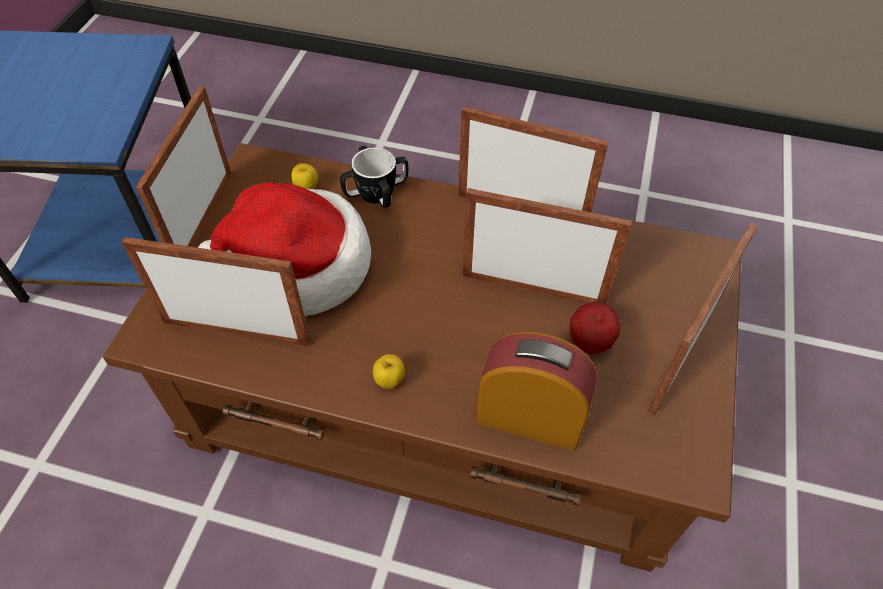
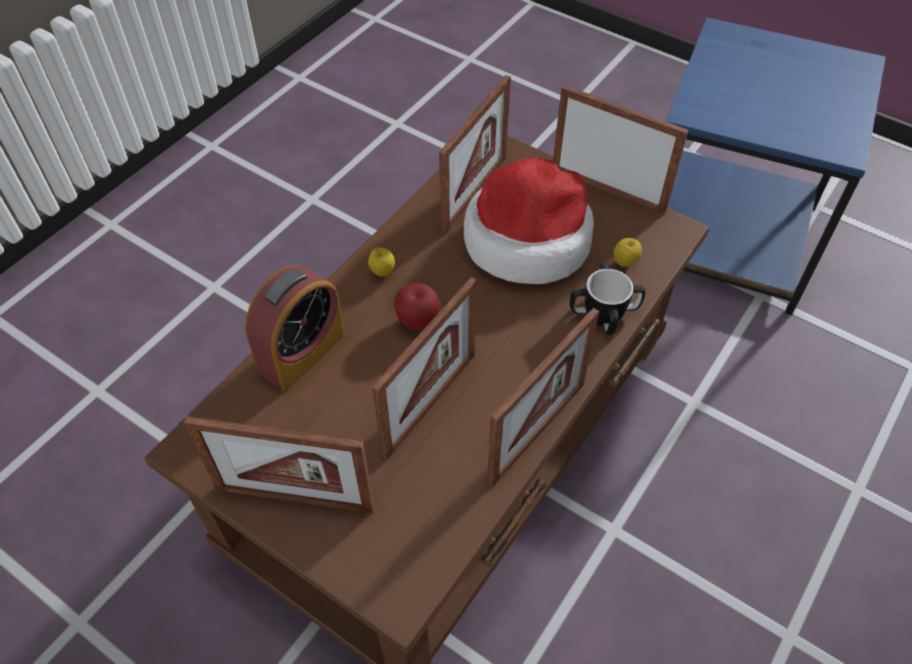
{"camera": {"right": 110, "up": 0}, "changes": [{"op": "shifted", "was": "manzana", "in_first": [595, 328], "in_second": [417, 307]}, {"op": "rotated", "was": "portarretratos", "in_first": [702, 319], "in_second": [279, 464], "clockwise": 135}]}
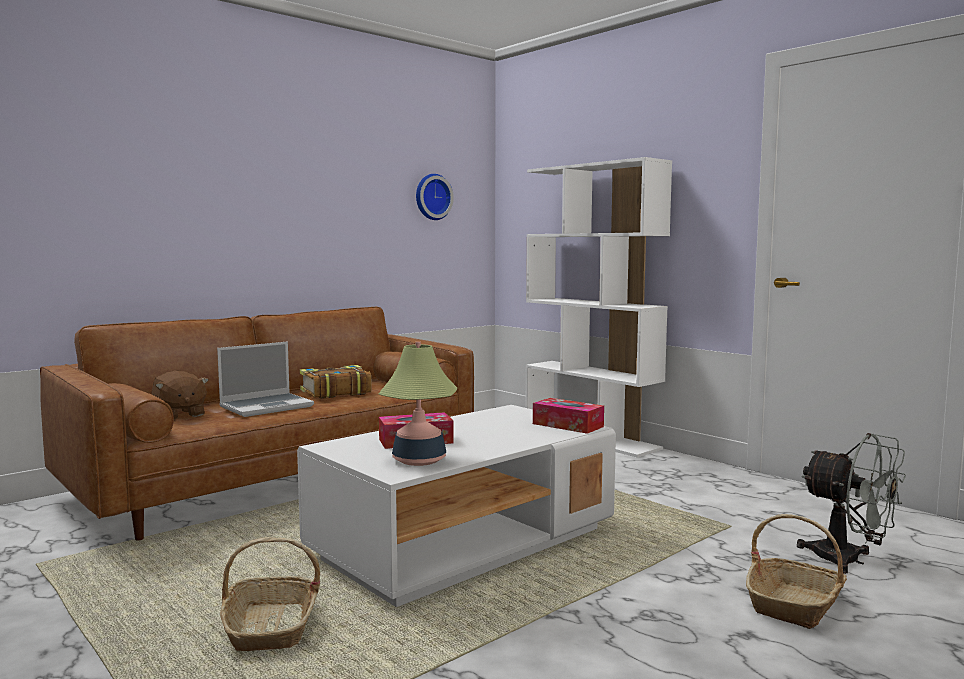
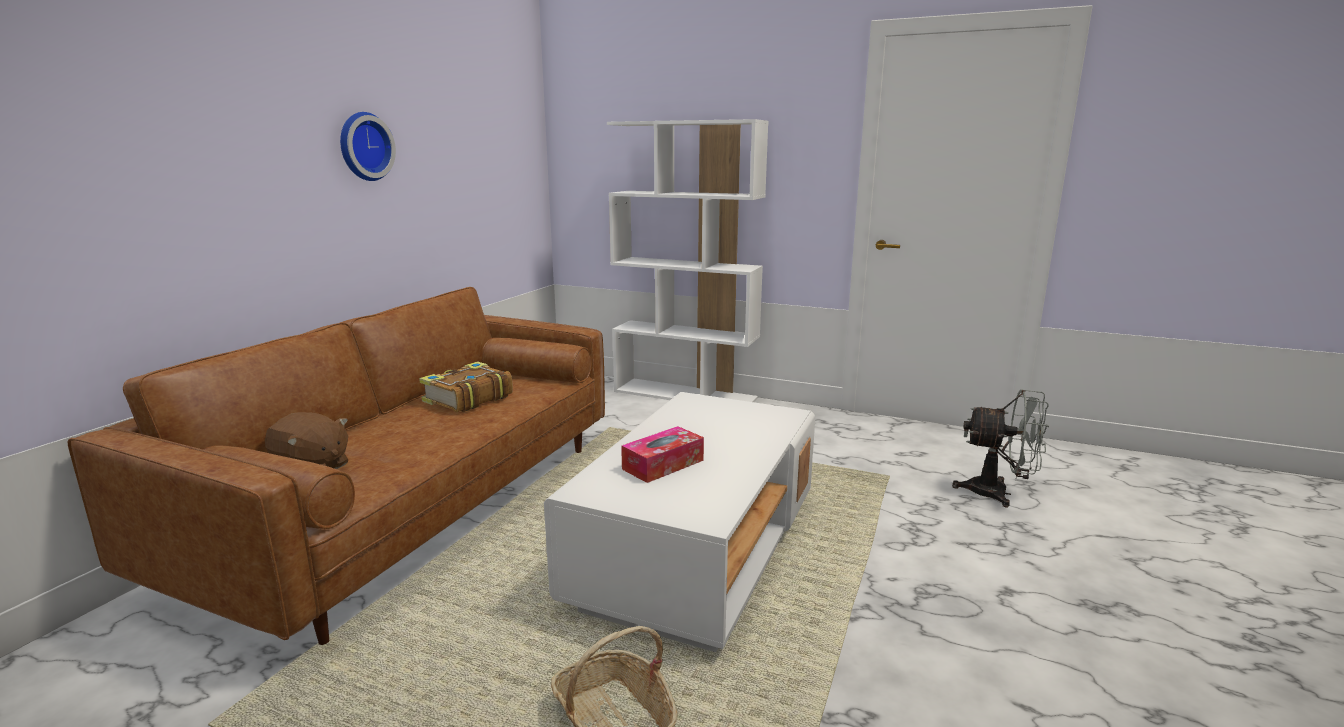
{"camera": {"right": -25, "up": 10}, "changes": [{"op": "gone", "was": "portátil", "in_first": [265, 379]}, {"op": "gone", "was": "lámpara de mesa", "in_first": [417, 404]}, {"op": "gone", "was": "caja de pañuelos", "in_first": [568, 416]}, {"op": "gone", "was": "cesta", "in_first": [796, 571]}, {"op": "shifted", "was": "reloj de pared", "in_first": [435, 197], "in_second": [368, 146]}]}
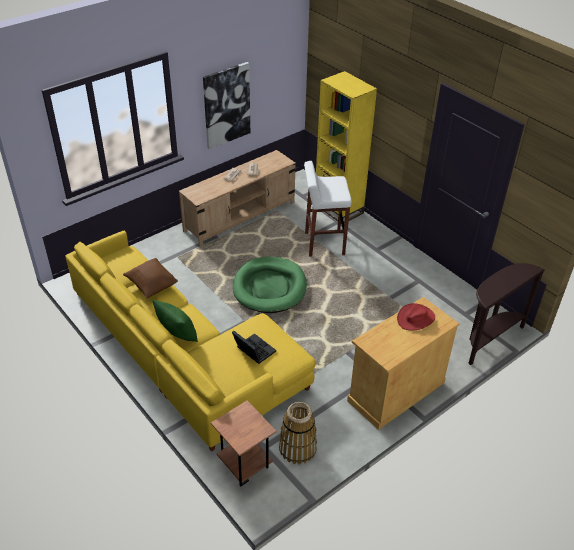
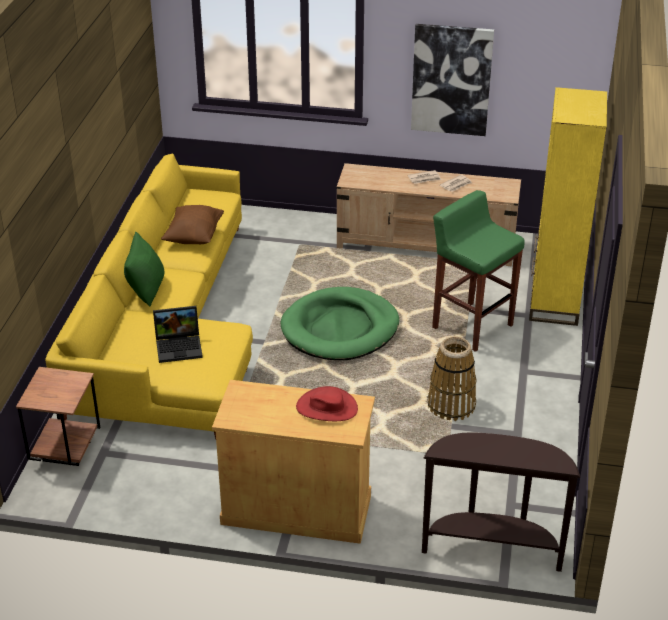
{"camera": {"right": 50, "up": -5}, "changes": [{"op": "shifted", "was": "cesta", "in_first": [298, 433], "in_second": [451, 379]}, {"op": "repainted", "was": "taburete [blanco]", "now": "taburete [verde]", "in_first": [328, 209], "in_second": [478, 271]}, {"op": "rotated", "was": "portátil", "in_first": [254, 347], "in_second": [178, 334], "clockwise": 75}]}
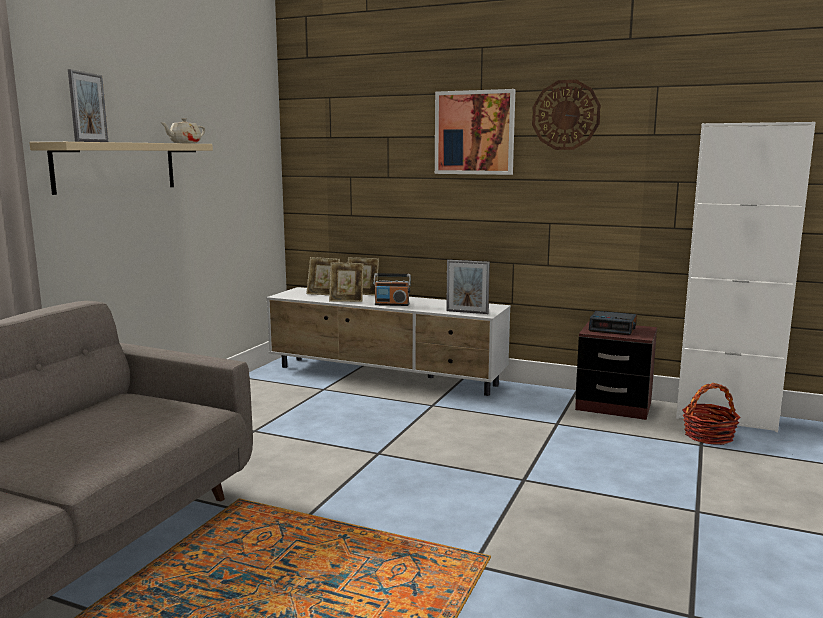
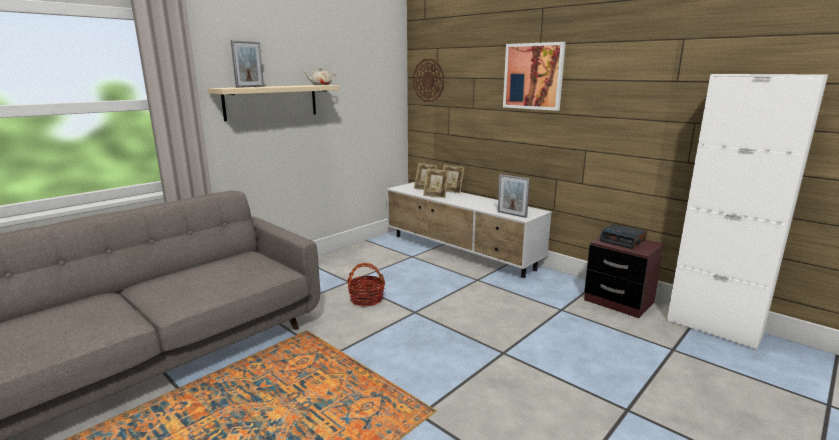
{"camera": {"right": 20, "up": 5}, "changes": [{"op": "gone", "was": "radio", "in_first": [392, 289]}, {"op": "shifted", "was": "reloj de pared", "in_first": [566, 115], "in_second": [428, 80]}, {"op": "shifted", "was": "cesta", "in_first": [711, 414], "in_second": [366, 285]}]}
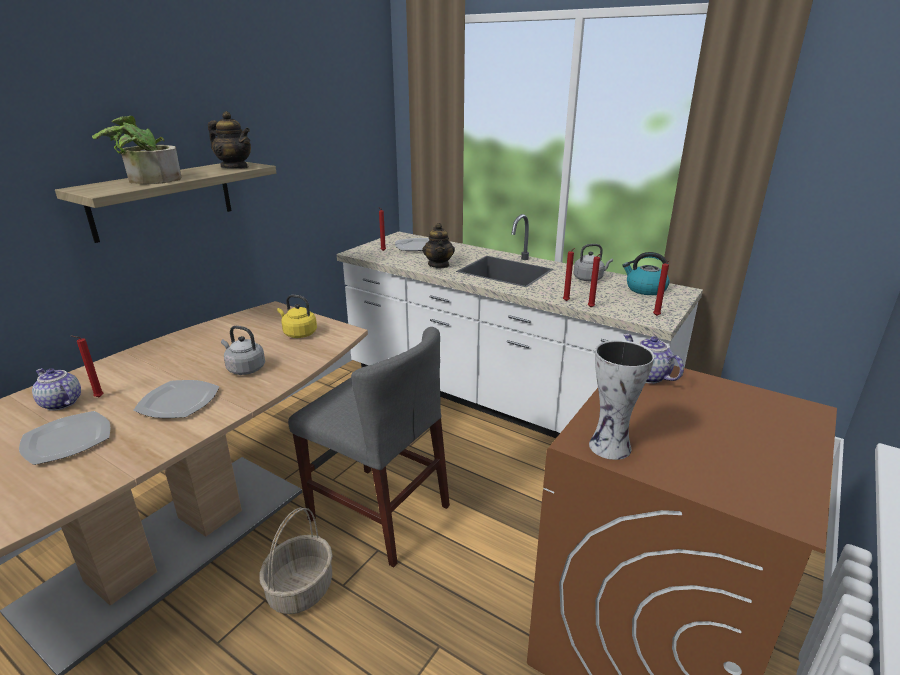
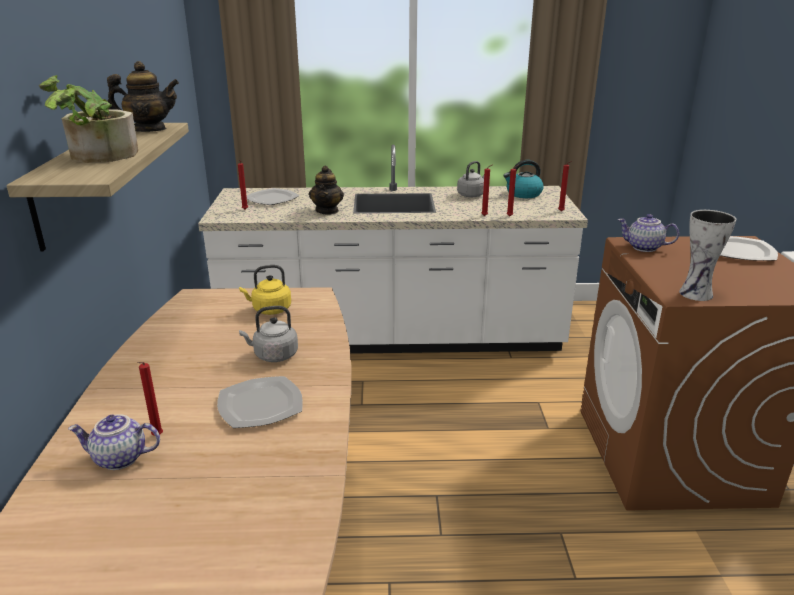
{"camera": {"right": -35, "up": 0}, "changes": [{"op": "gone", "was": "cesta", "in_first": [296, 561]}, {"op": "gone", "was": "silla [gris]", "in_first": [369, 447]}, {"op": "shifted", "was": "plato", "in_first": [64, 438], "in_second": [749, 248]}, {"op": "rotated", "was": "tetera", "in_first": [438, 245], "in_second": [326, 190], "clockwise": 45}]}
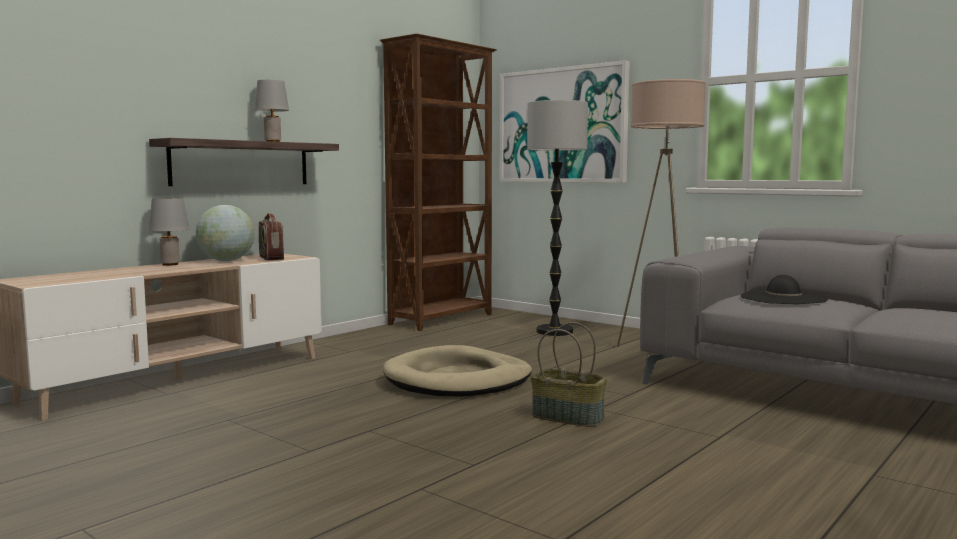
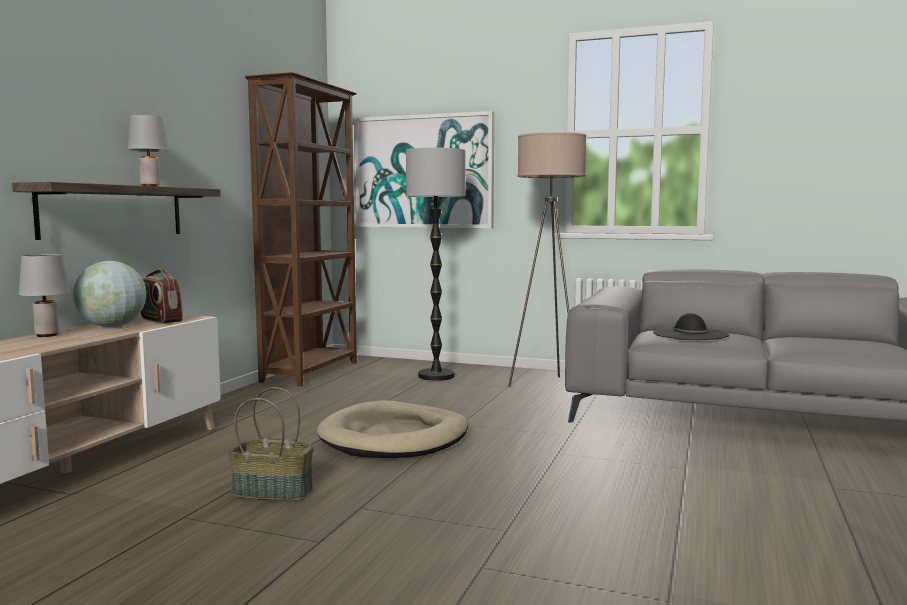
{"camera": {"right": -20, "up": 0}, "changes": [{"op": "shifted", "was": "cesta", "in_first": [569, 374], "in_second": [270, 444]}]}
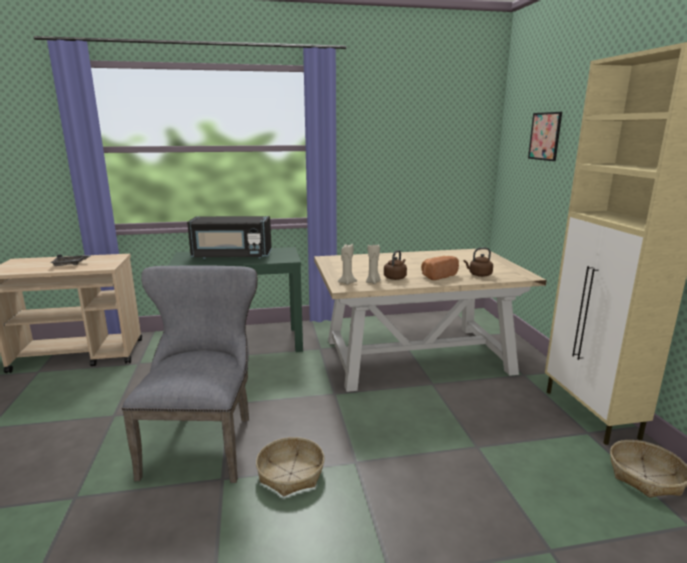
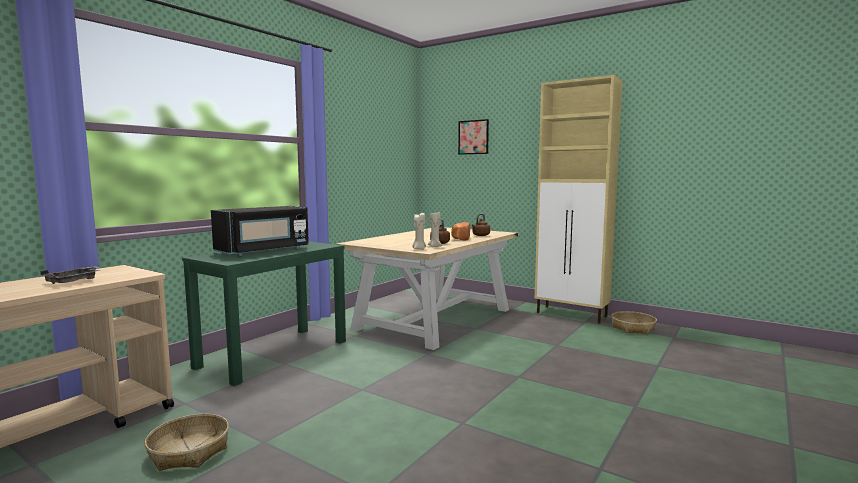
{"camera": {"right": -45, "up": -10}, "changes": [{"op": "gone", "was": "silla [gris]", "in_first": [190, 374]}, {"op": "shifted", "was": "cesta", "in_first": [290, 466], "in_second": [186, 442]}]}
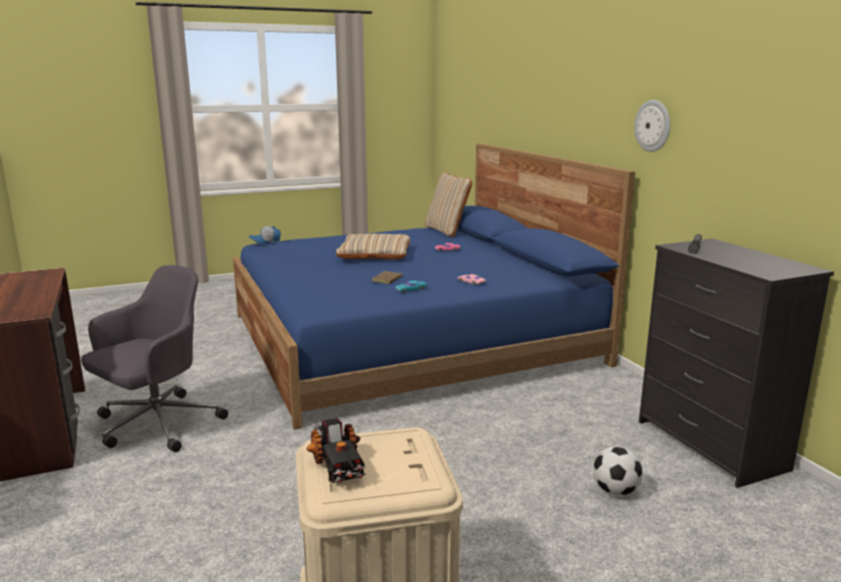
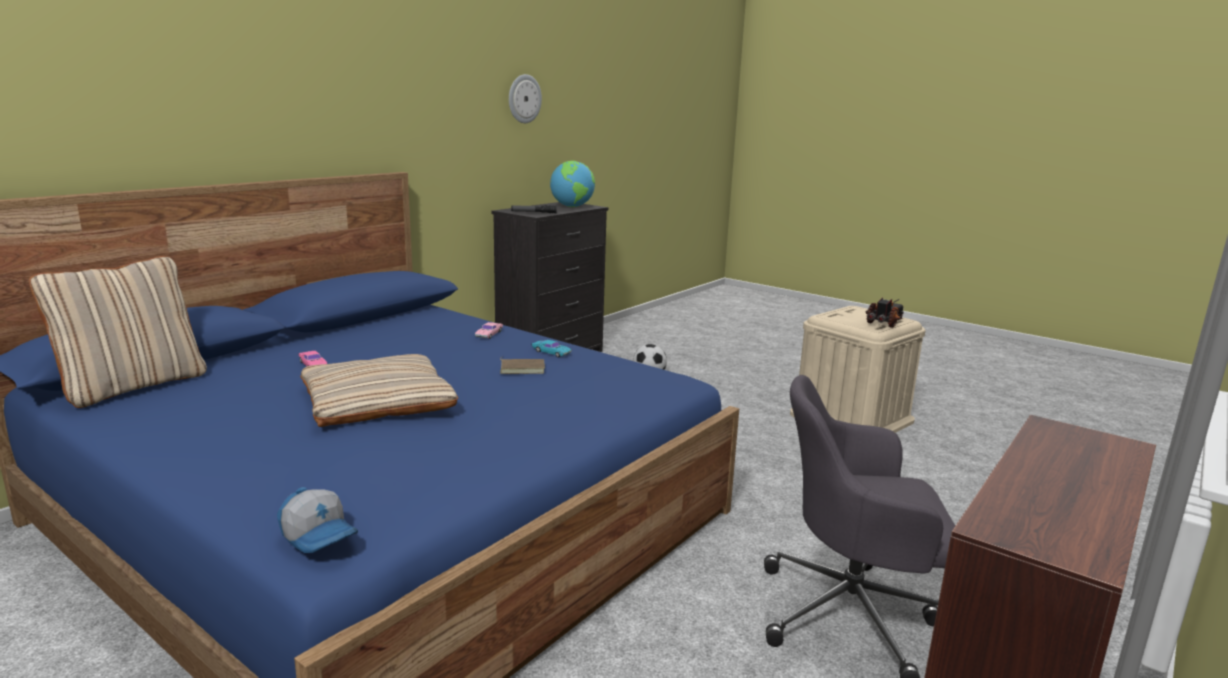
{"camera": {"right": -120, "up": 0}, "changes": [{"op": "new", "now": "globo terráqueo", "in_second": [572, 184]}, {"op": "shifted", "was": "reloj de pared", "in_first": [652, 126], "in_second": [525, 98]}]}
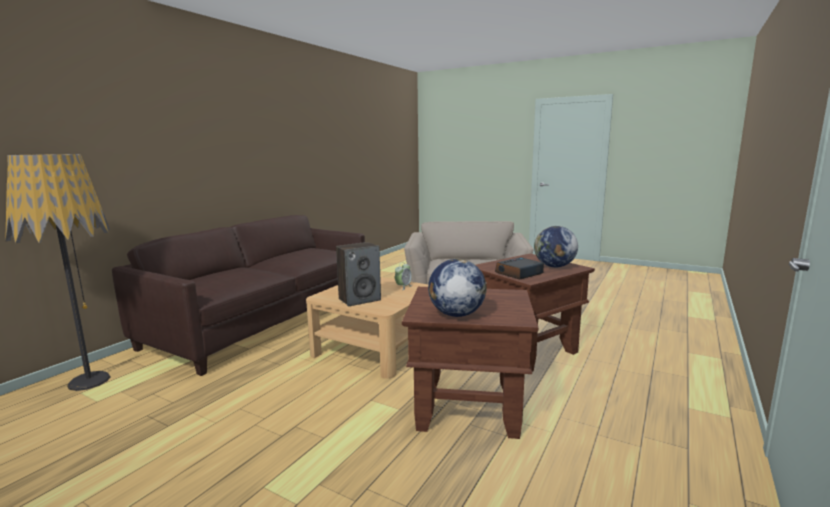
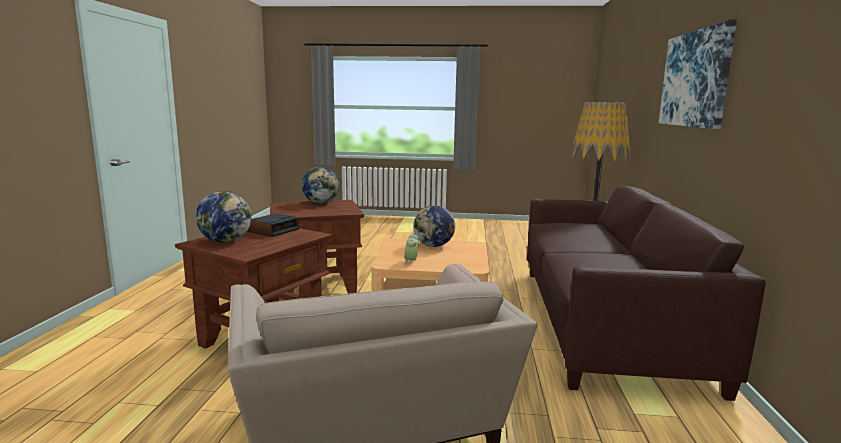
{"camera": {"right": 155, "up": 0}, "changes": [{"op": "new", "now": "cuadro", "in_second": [698, 74]}, {"op": "swapped", "was": "altavoz", "now": "globo terráqueo", "in_first": [358, 274], "in_second": [434, 226]}]}
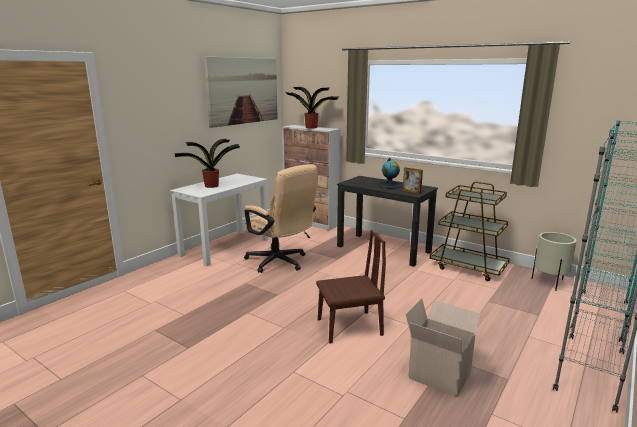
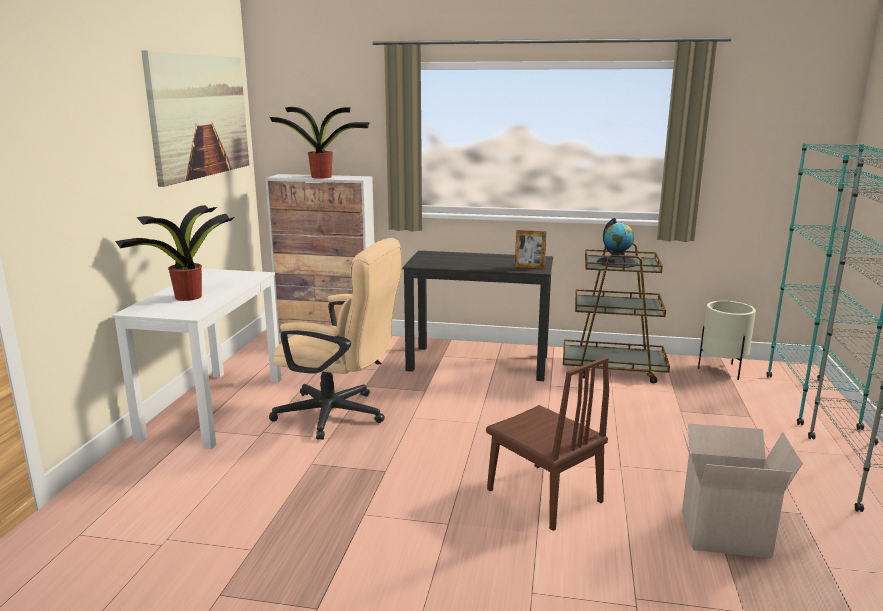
{"camera": {"right": -25, "up": 0}, "changes": [{"op": "shifted", "was": "globo terráqueo", "in_first": [390, 173], "in_second": [617, 243]}, {"op": "rotated", "was": "silla [marrón]", "in_first": [351, 287], "in_second": [547, 444], "clockwise": 90}]}
